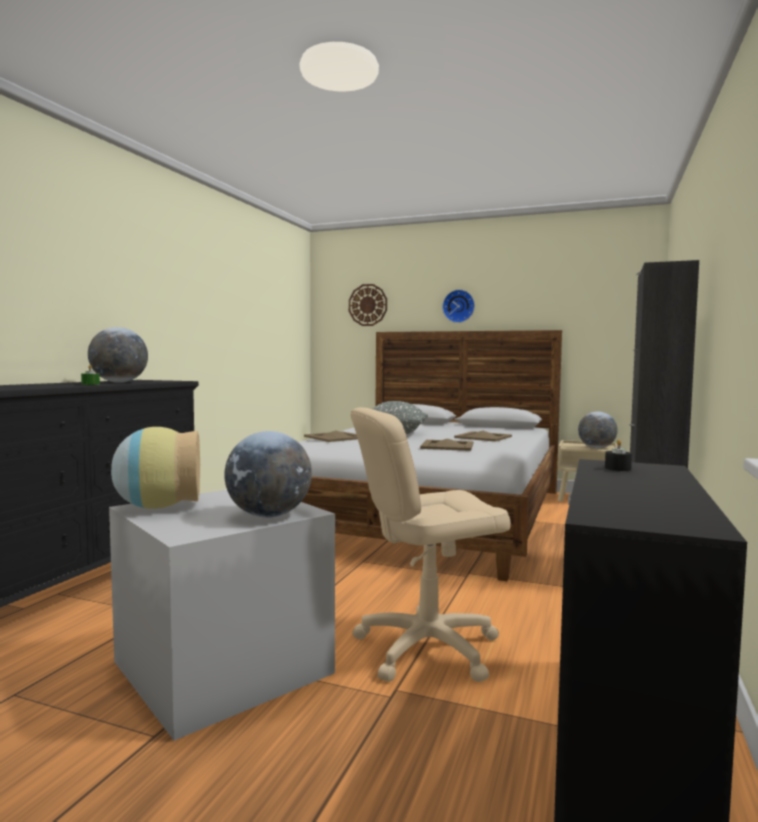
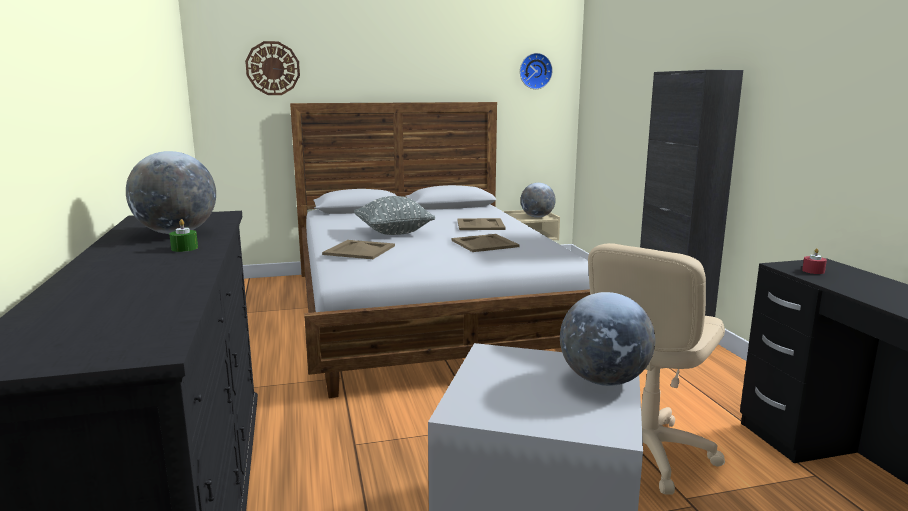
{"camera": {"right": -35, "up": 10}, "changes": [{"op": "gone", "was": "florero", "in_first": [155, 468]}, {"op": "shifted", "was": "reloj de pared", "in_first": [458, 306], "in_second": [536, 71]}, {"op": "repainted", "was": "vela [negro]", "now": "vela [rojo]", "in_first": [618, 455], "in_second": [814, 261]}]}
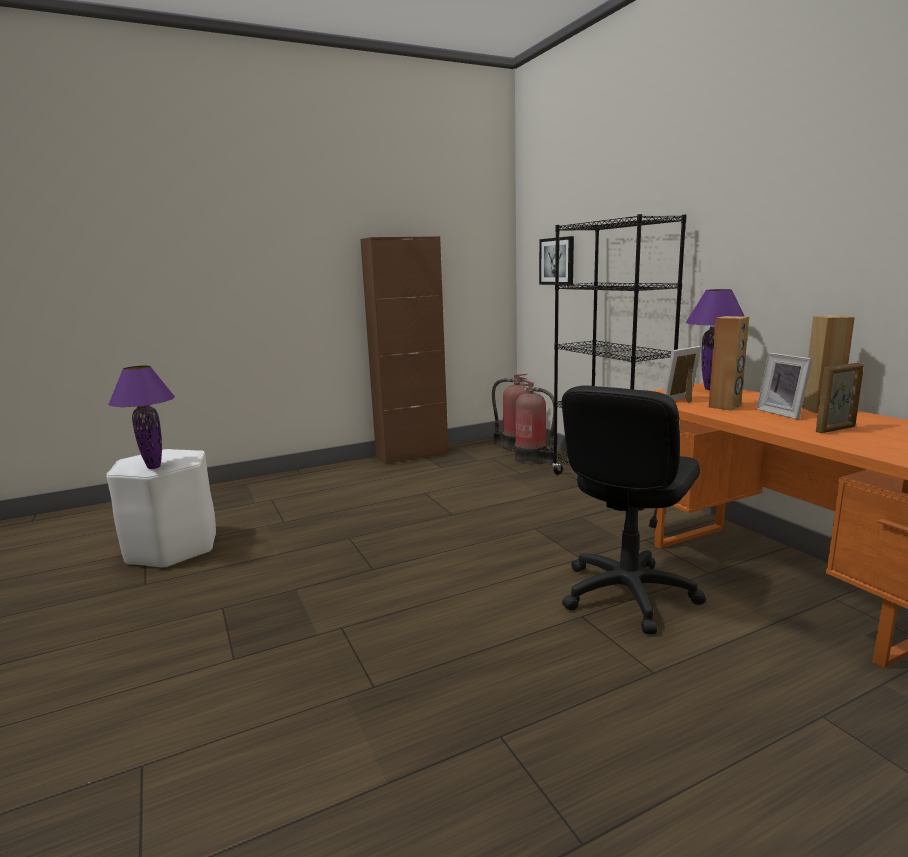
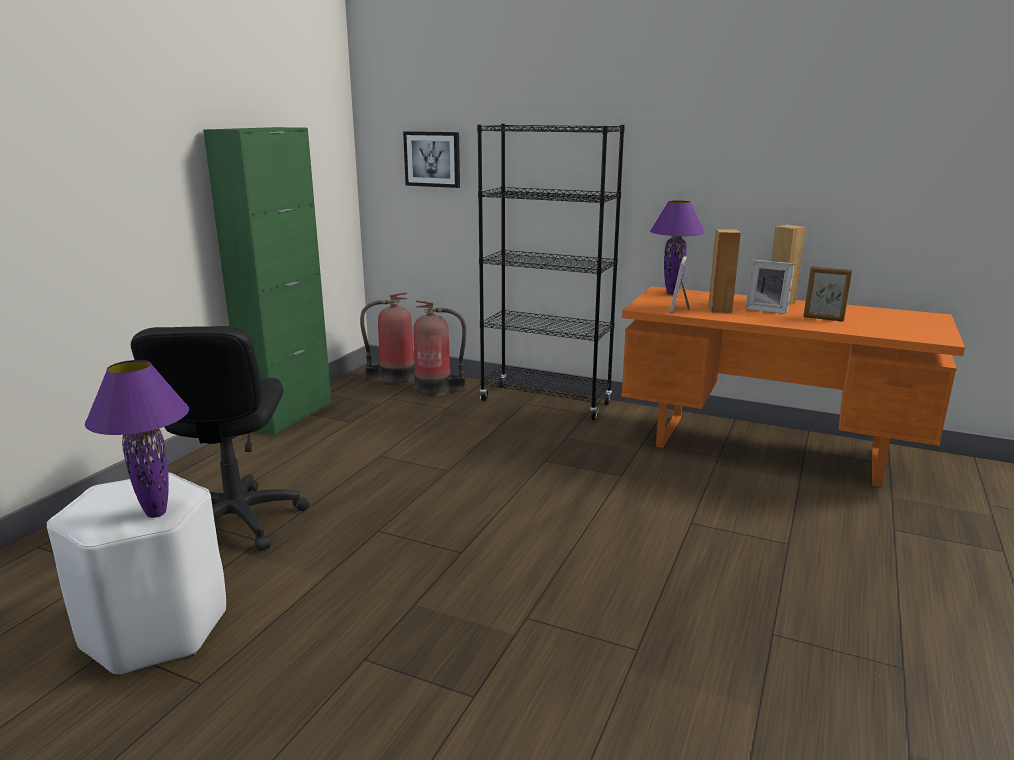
{"camera": {"right": -40, "up": 5}, "changes": [{"op": "shifted", "was": "silla de oficina [negro]", "in_first": [634, 509], "in_second": [220, 438]}, {"op": "repainted", "was": "armario [marrón]", "now": "armario [verde]", "in_first": [404, 350], "in_second": [267, 281]}, {"op": "rotated", "was": "portarretratos", "in_first": [840, 398], "in_second": [828, 294], "clockwise": 90}]}
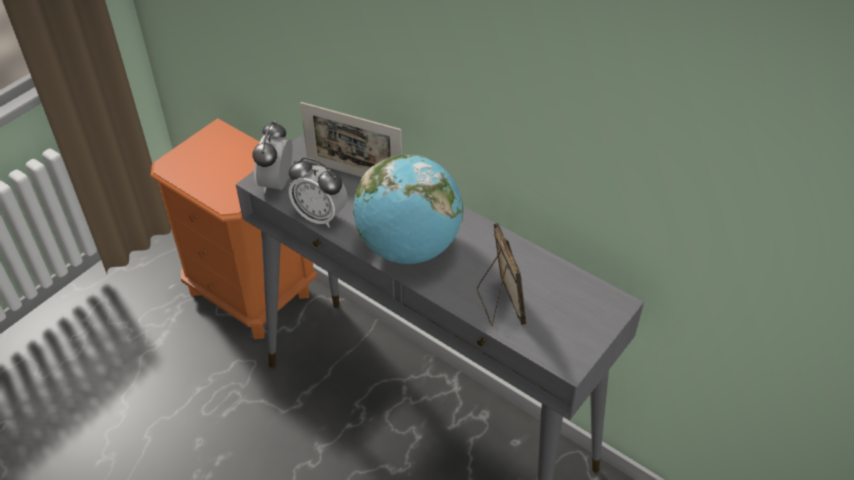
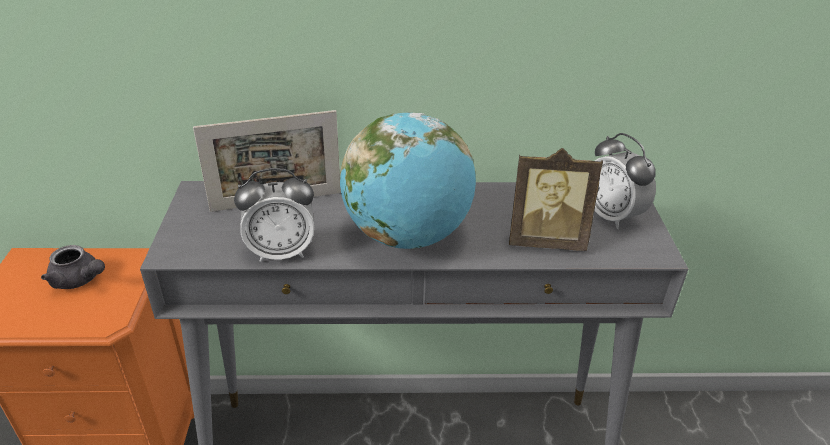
{"camera": {"right": -40, "up": -10}, "changes": [{"op": "new", "now": "tetera [gris]", "in_second": [73, 267]}, {"op": "shifted", "was": "despertador", "in_first": [273, 157], "in_second": [625, 181]}, {"op": "rotated", "was": "portarretratos", "in_first": [501, 274], "in_second": [556, 199], "clockwise": 150}]}
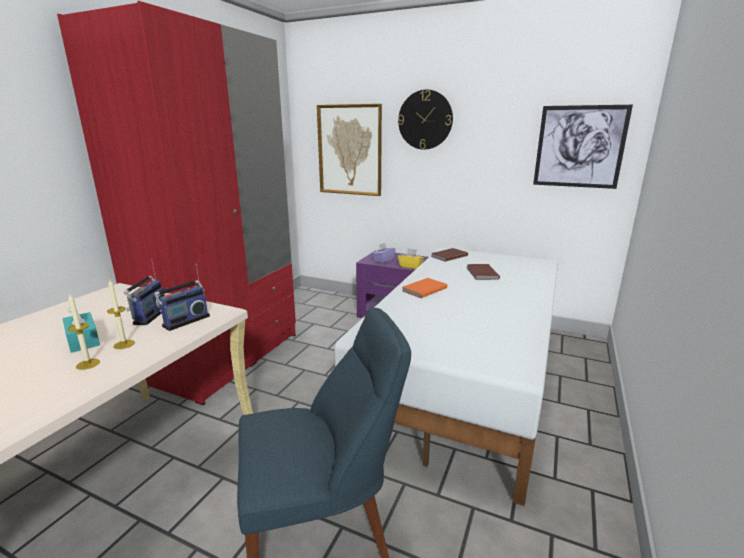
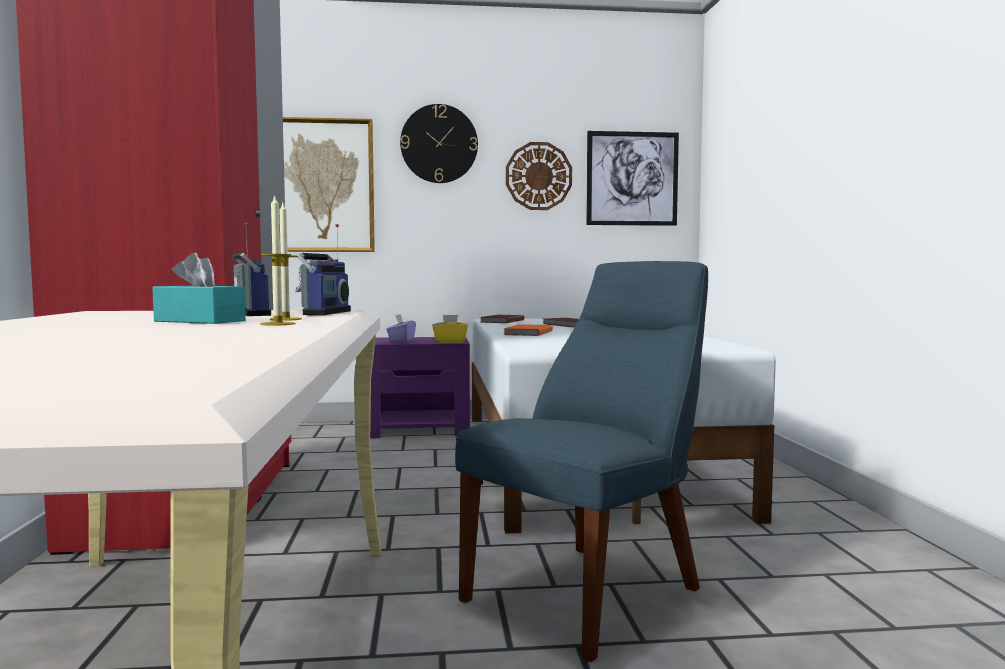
{"camera": {"right": -30, "up": -15}, "changes": [{"op": "new", "now": "reloj de pared", "in_second": [539, 176]}]}
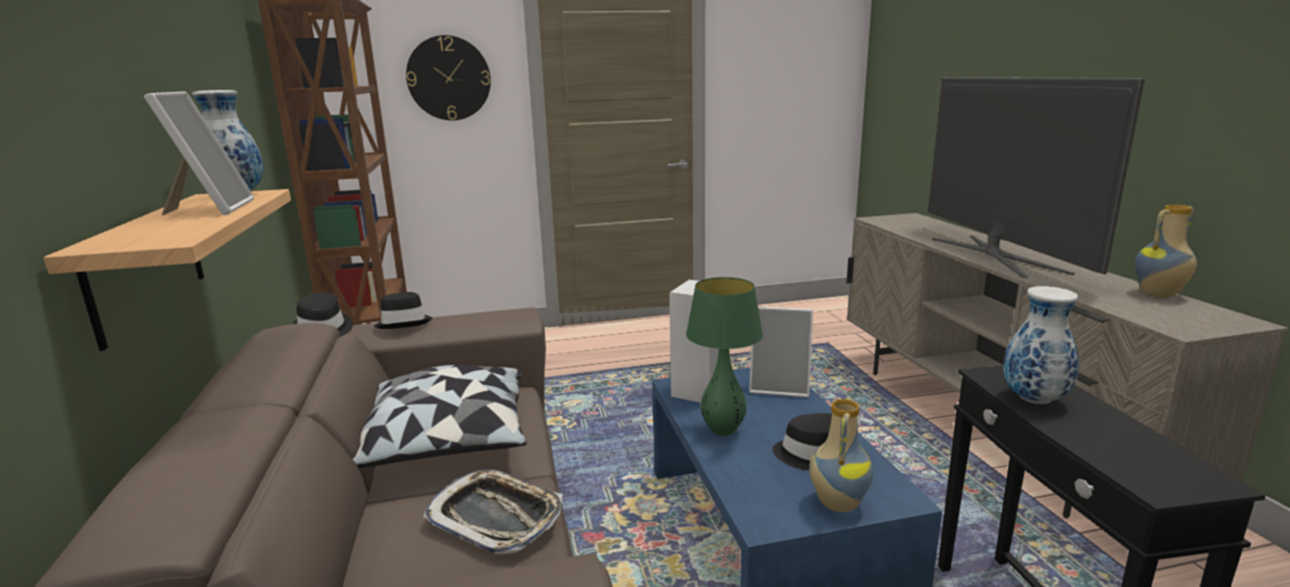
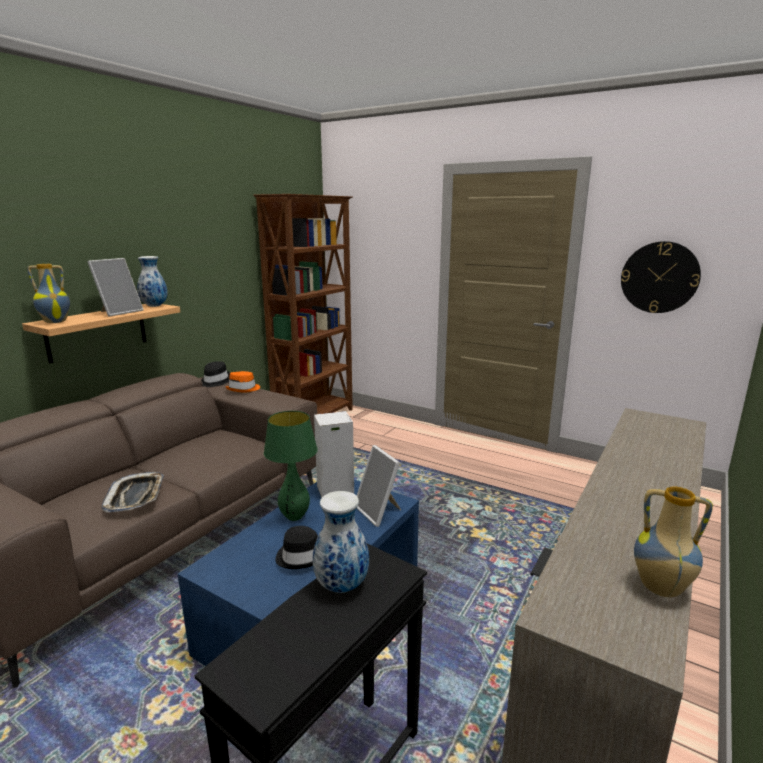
{"camera": {"right": 45, "up": 0}, "changes": [{"op": "gone", "was": "cojín", "in_first": [440, 416]}, {"op": "gone", "was": "televisor", "in_first": [1036, 177]}, {"op": "shifted", "was": "reloj de pared", "in_first": [448, 77], "in_second": [661, 277]}, {"op": "shifted", "was": "florero", "in_first": [841, 454], "in_second": [48, 293]}, {"op": "repainted", "was": "sombrero [negro]", "now": "sombrero [naranja]", "in_first": [403, 310], "in_second": [242, 381]}]}
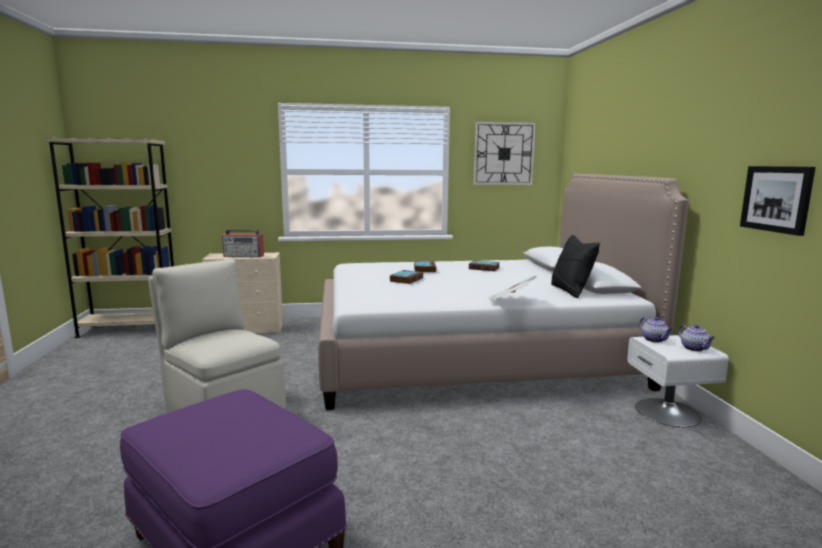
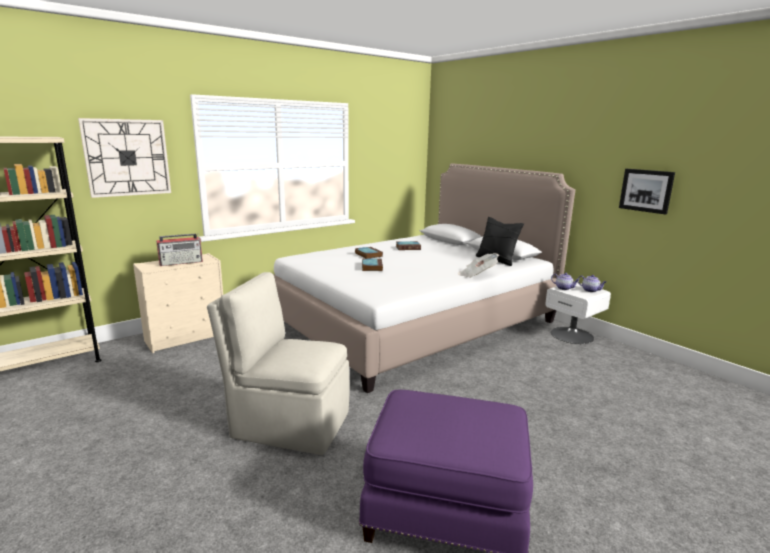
{"camera": {"right": -30, "up": 5}, "changes": [{"op": "shifted", "was": "reloj de pared", "in_first": [505, 153], "in_second": [124, 158]}]}
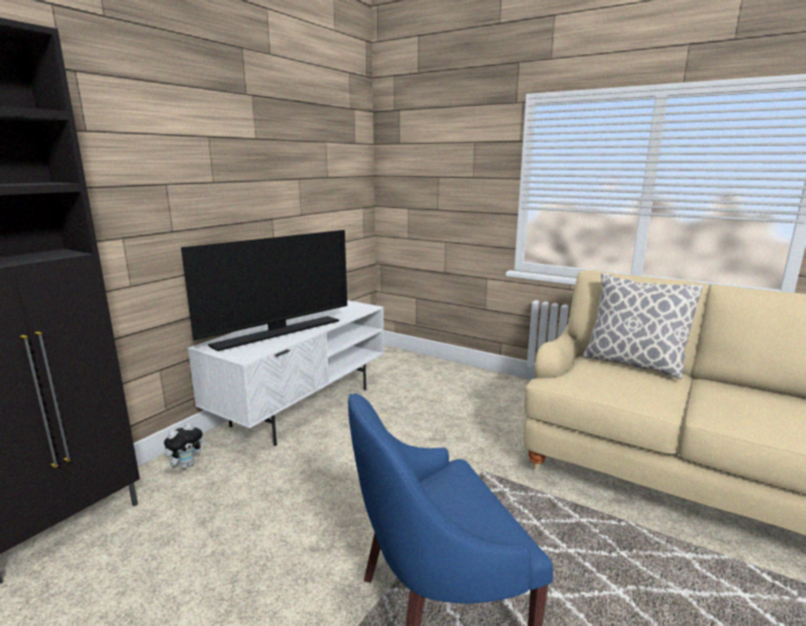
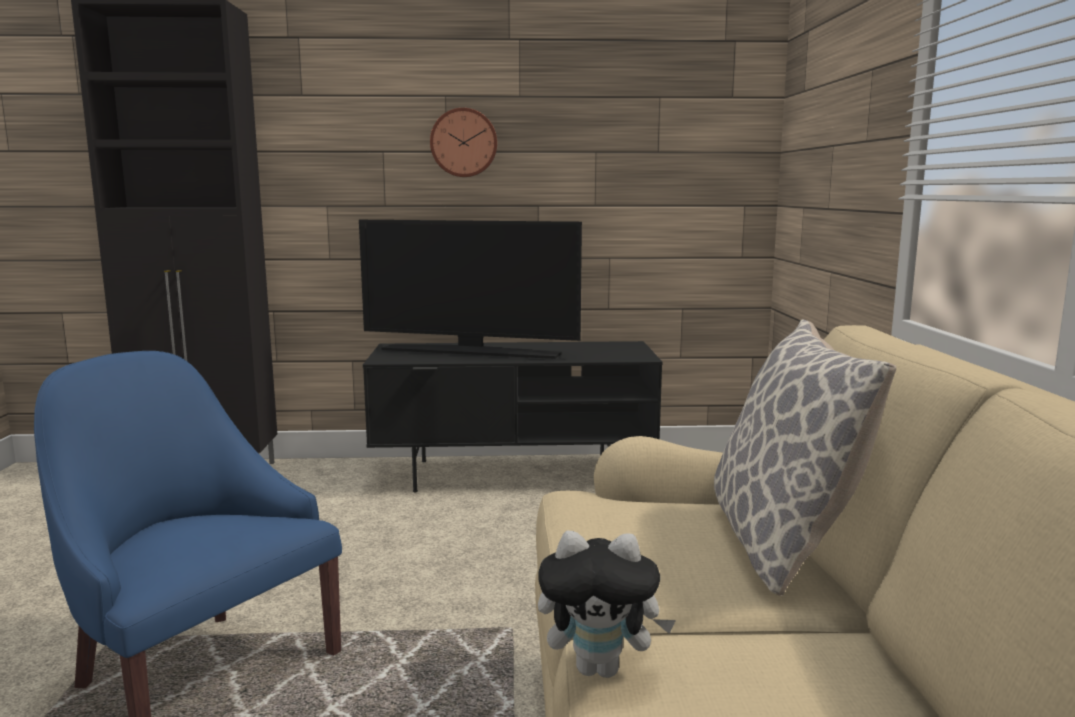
{"camera": {"right": 55, "up": -5}, "changes": [{"op": "new", "now": "reloj de pared", "in_second": [463, 142]}, {"op": "shifted", "was": "peluche", "in_first": [185, 446], "in_second": [607, 604]}, {"op": "repainted", "was": "mueble de televisión [blanco]", "now": "mueble de televisión [negro]", "in_first": [285, 373], "in_second": [513, 416]}]}
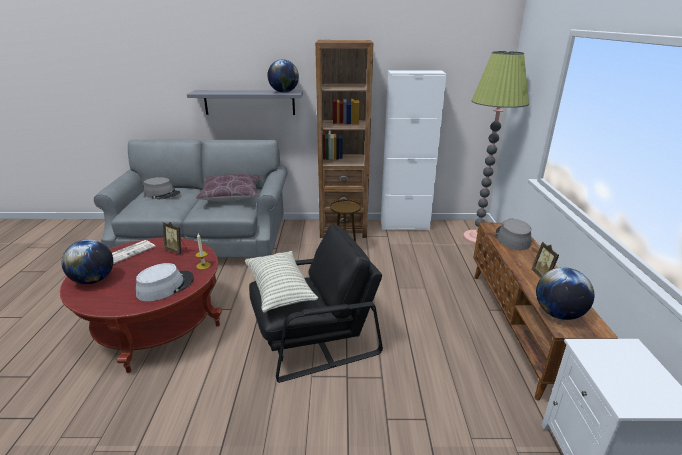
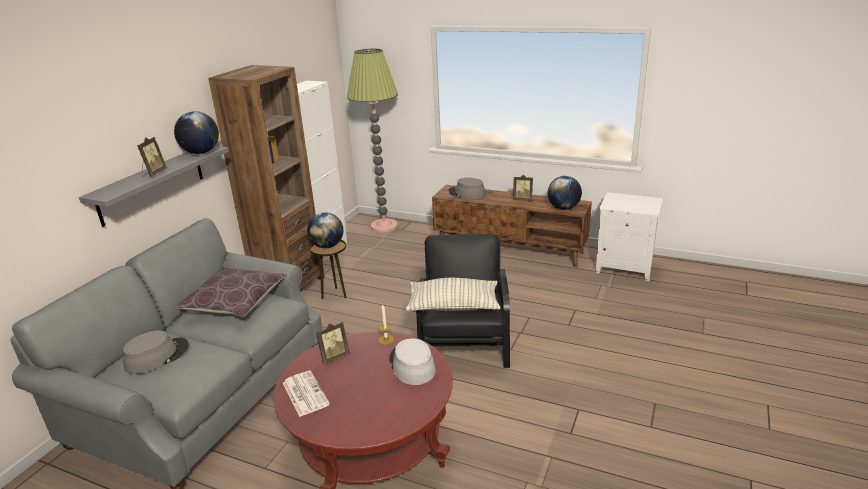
{"camera": {"right": -65, "up": 0}, "changes": [{"op": "new", "now": "portarretratos", "in_second": [152, 157]}, {"op": "shifted", "was": "globo terráqueo", "in_first": [87, 261], "in_second": [325, 230]}]}
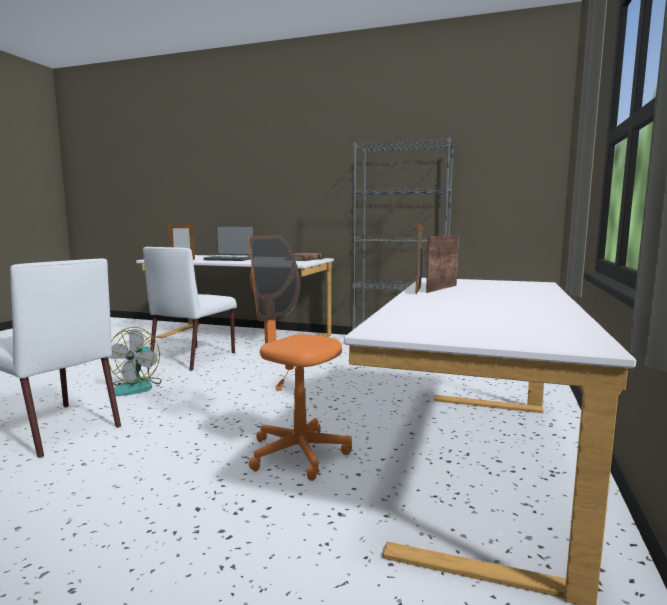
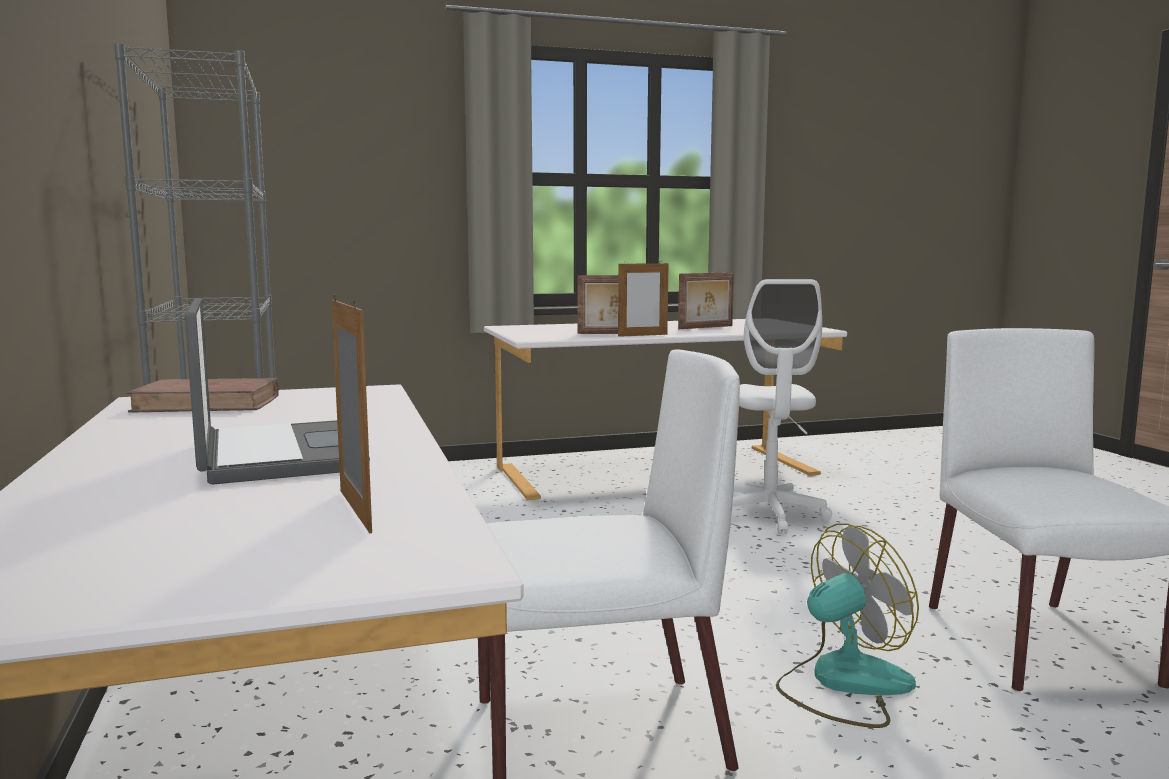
{"camera": {"right": -125, "up": 0}, "changes": [{"op": "new", "now": "portarretratos", "in_second": [706, 300]}, {"op": "repainted", "was": "silla de oficina [naranja]", "now": "silla de oficina [blanco]", "in_first": [300, 358], "in_second": [782, 406]}]}
